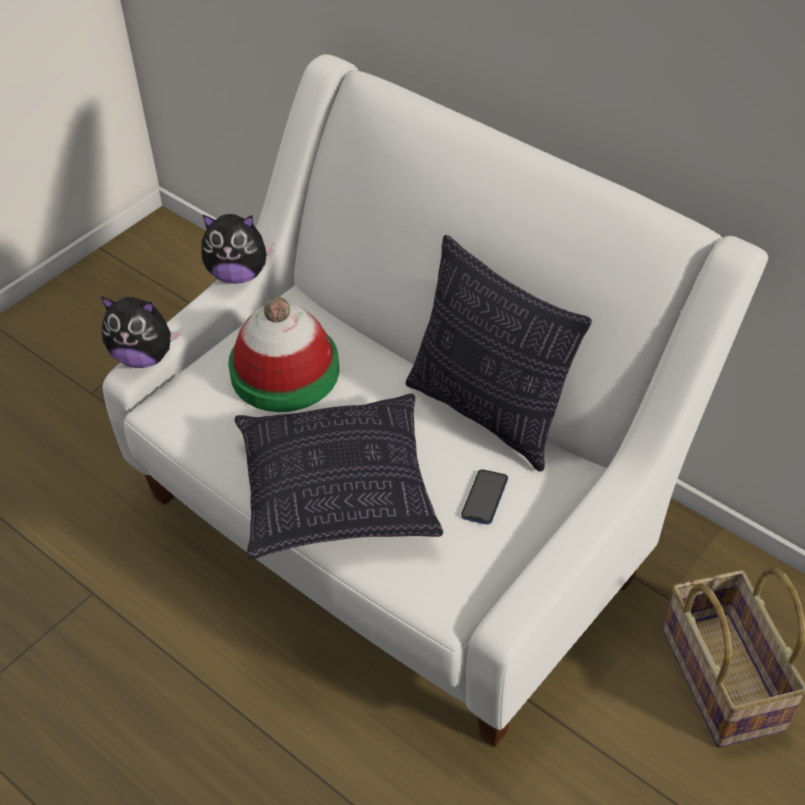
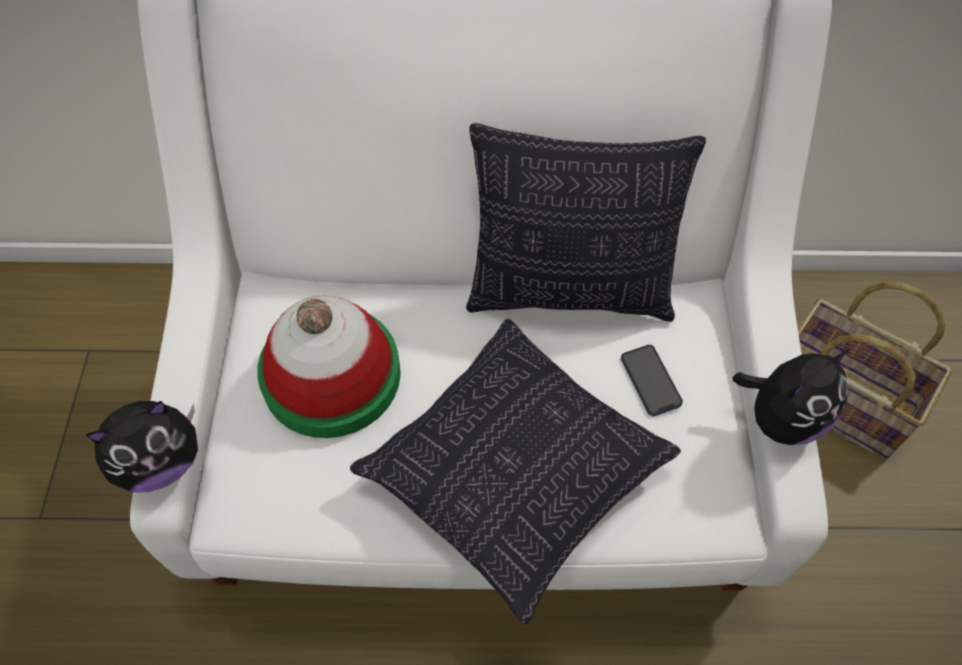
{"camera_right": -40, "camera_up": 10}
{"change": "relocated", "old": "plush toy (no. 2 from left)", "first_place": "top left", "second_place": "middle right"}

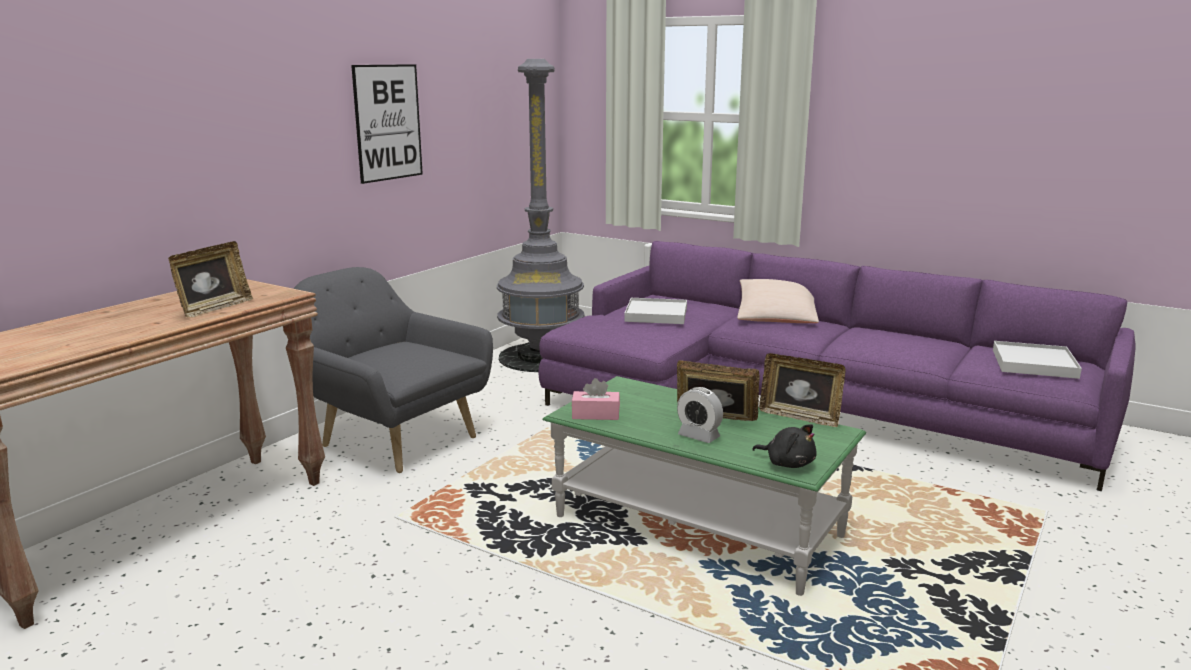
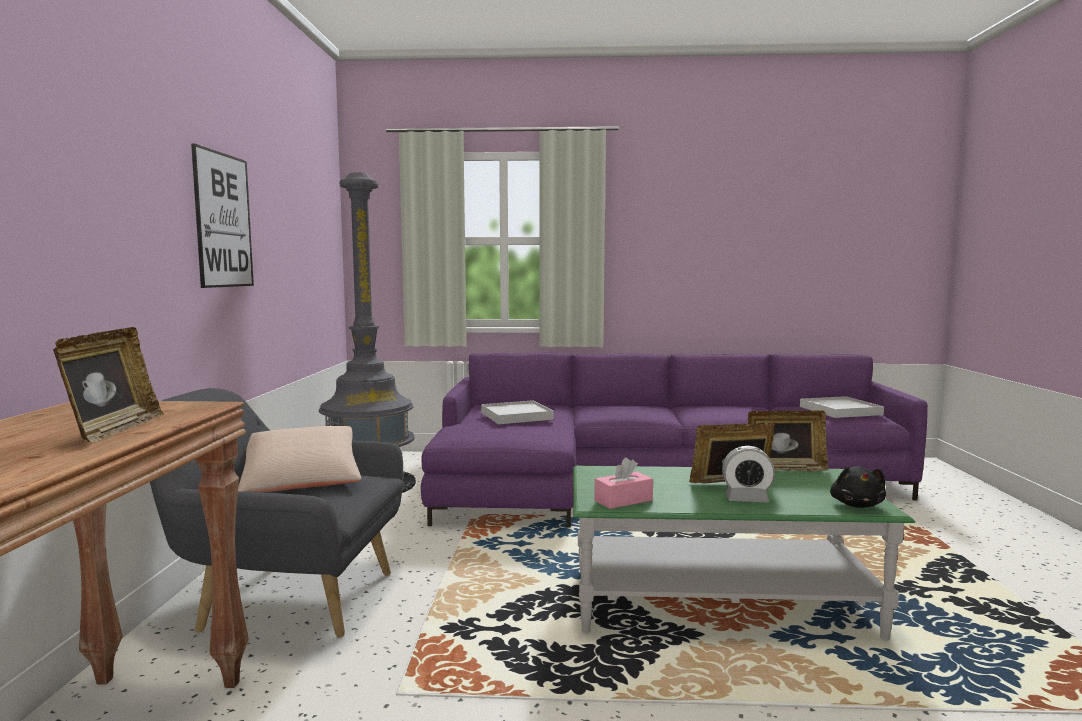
{"camera_right": -30, "camera_up": -10}
{"change": "relocated", "old": "beige pillow", "first_place": "centre", "second_place": "middle left"}
{"change": "spun", "old": "black plush toy", "first_place": "centre", "second_place": "bottom right", "degrees": 90}

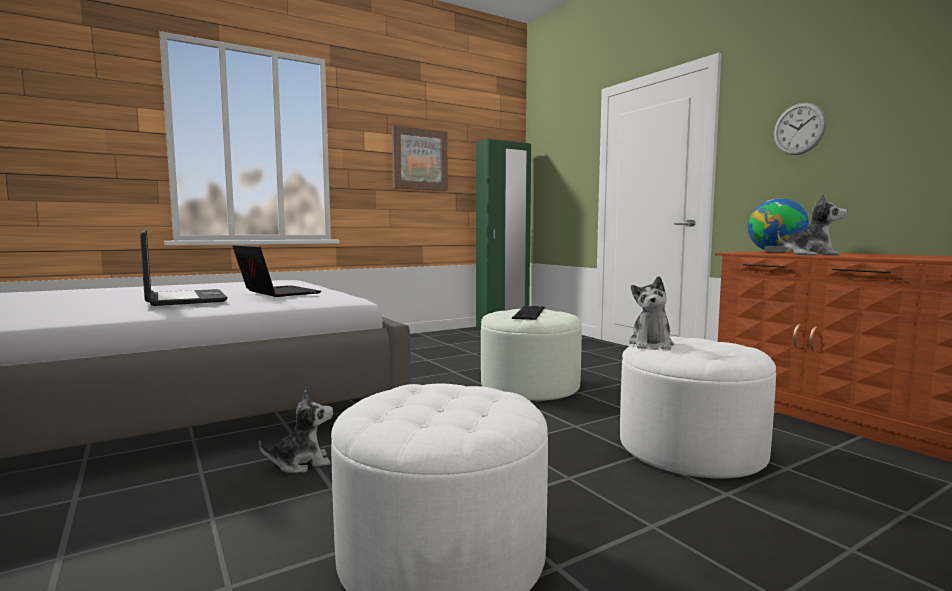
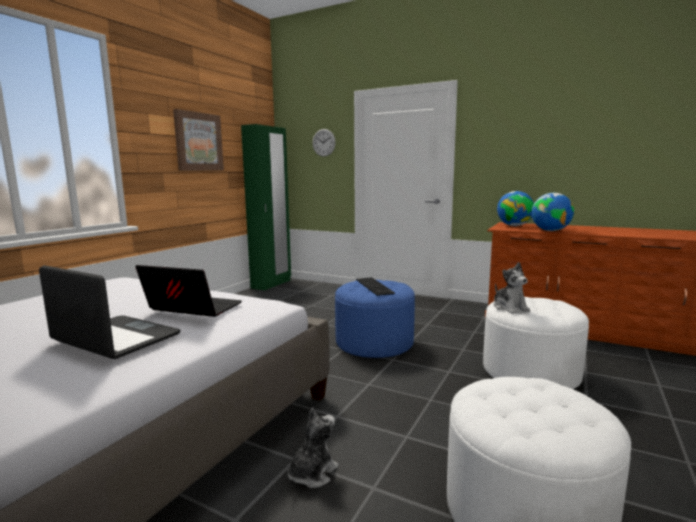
{"camera_right": -30, "camera_up": 5}
{"change": "relocated", "old": "wall clock", "first_place": "top right", "second_place": "top centre"}
{"change": "colour", "old": "white ottoman (no. 2 from left)", "new": "blue ottoman", "first_place": "centre", "second_place": "centre"}
{"change": "exchanged", "old": "plush toy (no. 3 from left)", "new": "globe (no. 2 from left)", "first_place": "middle right", "second_place": "middle right"}

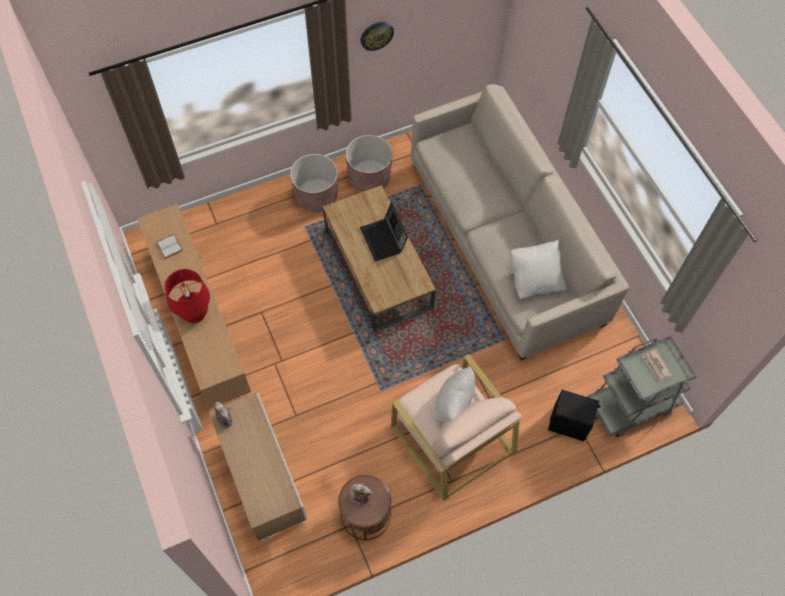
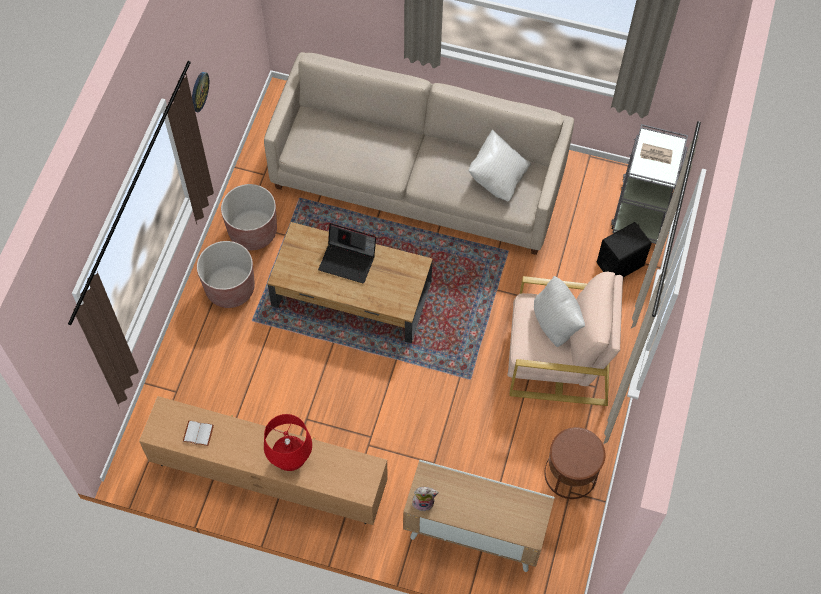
{"camera_right": -50, "camera_up": 0}
{"change": "missing", "old": "plush toy (no. 2 from left)", "first_place": "bottom centre"}

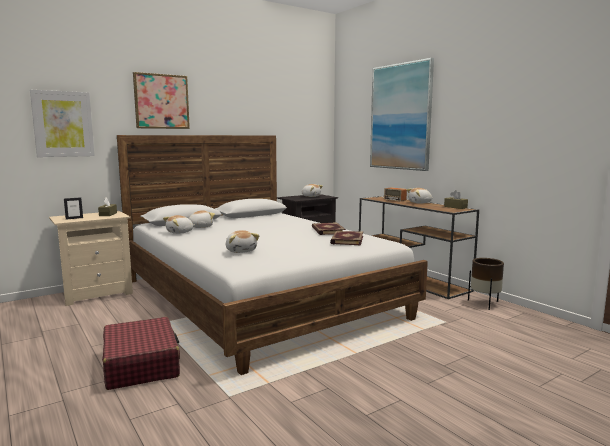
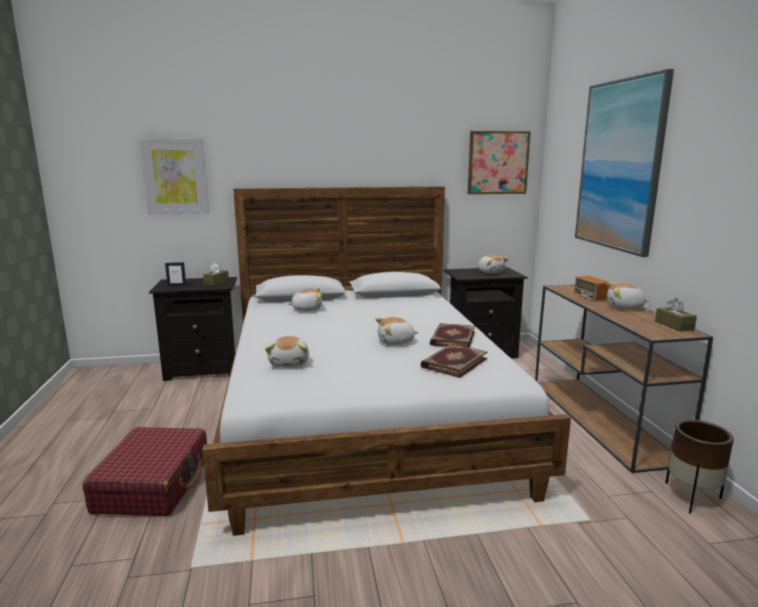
{"camera_right": 25, "camera_up": 5}
{"change": "colour", "old": "beige nightstand", "new": "black nightstand (no. 1 from left)", "first_place": "middle left", "second_place": "middle left"}
{"change": "relocated", "old": "plush toy (no. 1 from left in the first image)", "new": "plush toy (no. 3 from left)", "first_place": "middle left", "second_place": "centre"}
{"change": "relocated", "old": "picture (no. 2 from left)", "first_place": "top left", "second_place": "top centre"}

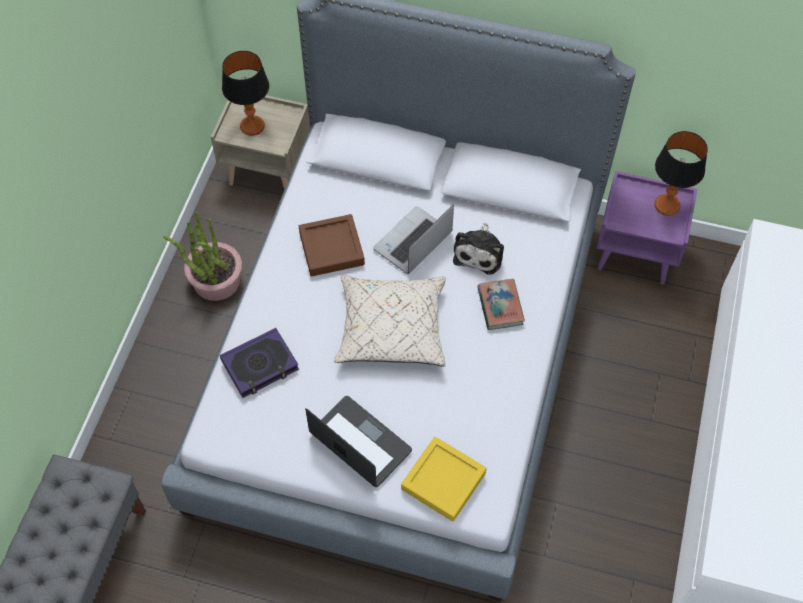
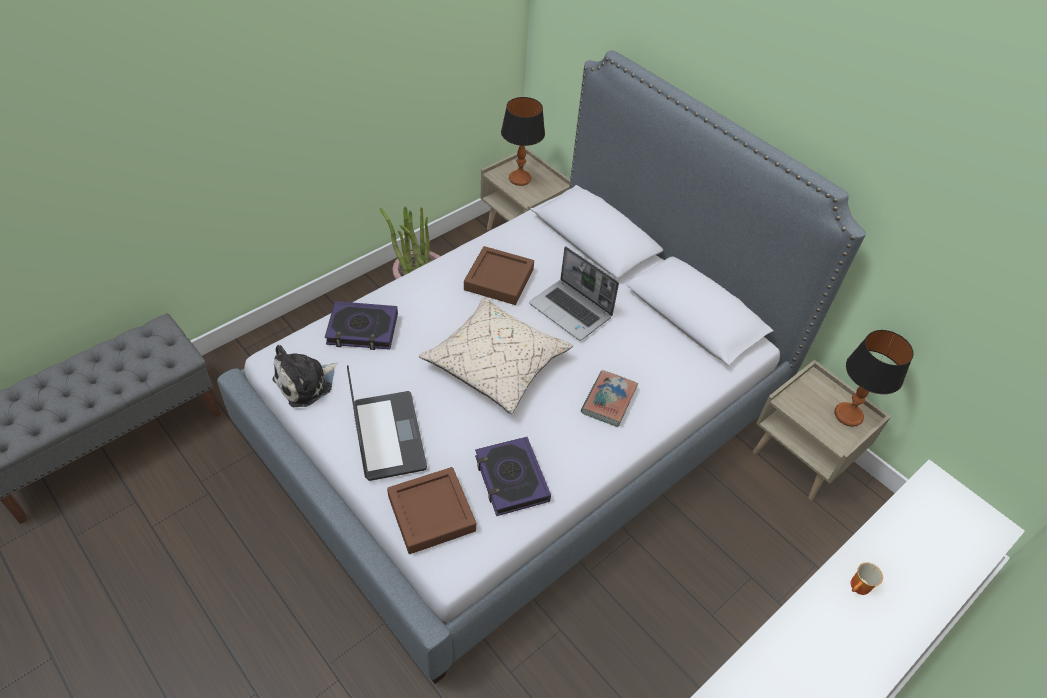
{"camera_right": 30, "camera_up": -10}
{"change": "relocated", "old": "plush toy", "first_place": "centre", "second_place": "middle left"}
{"change": "colour", "old": "yellow tray", "new": "brown tray (no. 1 from left)", "first_place": "bottom centre", "second_place": "bottom centre"}
{"change": "appeared", "new": "book (no. 2 from left)", "second_place": "bottom centre"}
{"change": "spun", "old": "laptop (no. 2 from left)", "first_place": "centre", "second_place": "centre", "degrees": -120}
{"change": "colour", "old": "purple nightstand", "new": "beige nightstand (no. 2 from left)", "first_place": "middle right", "second_place": "middle right"}
{"change": "appeared", "new": "mug", "second_place": "bottom right"}

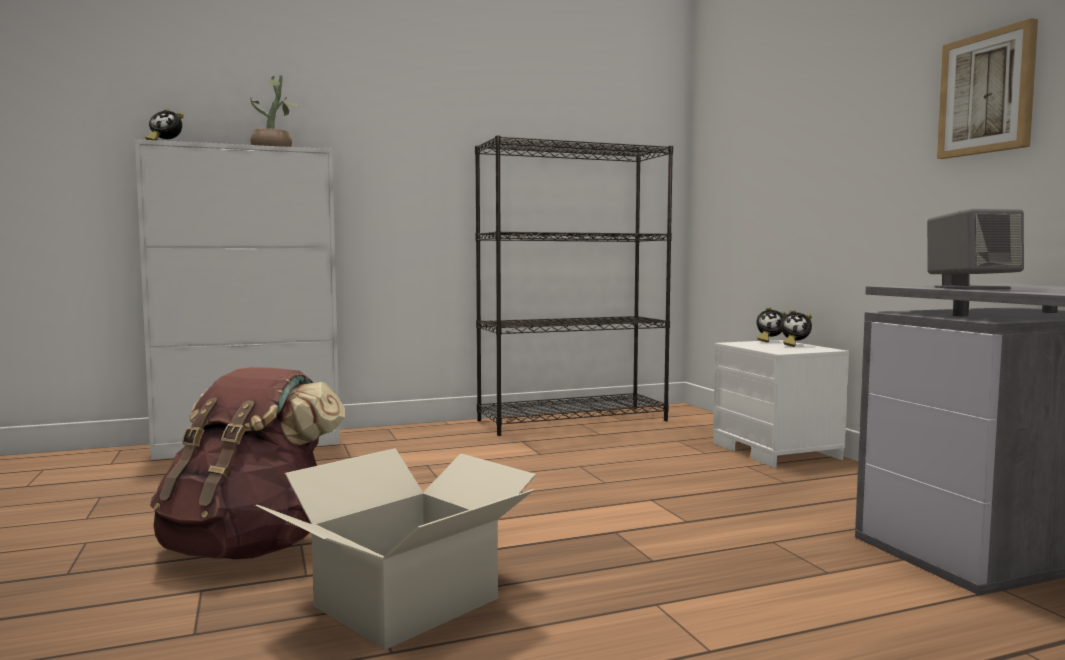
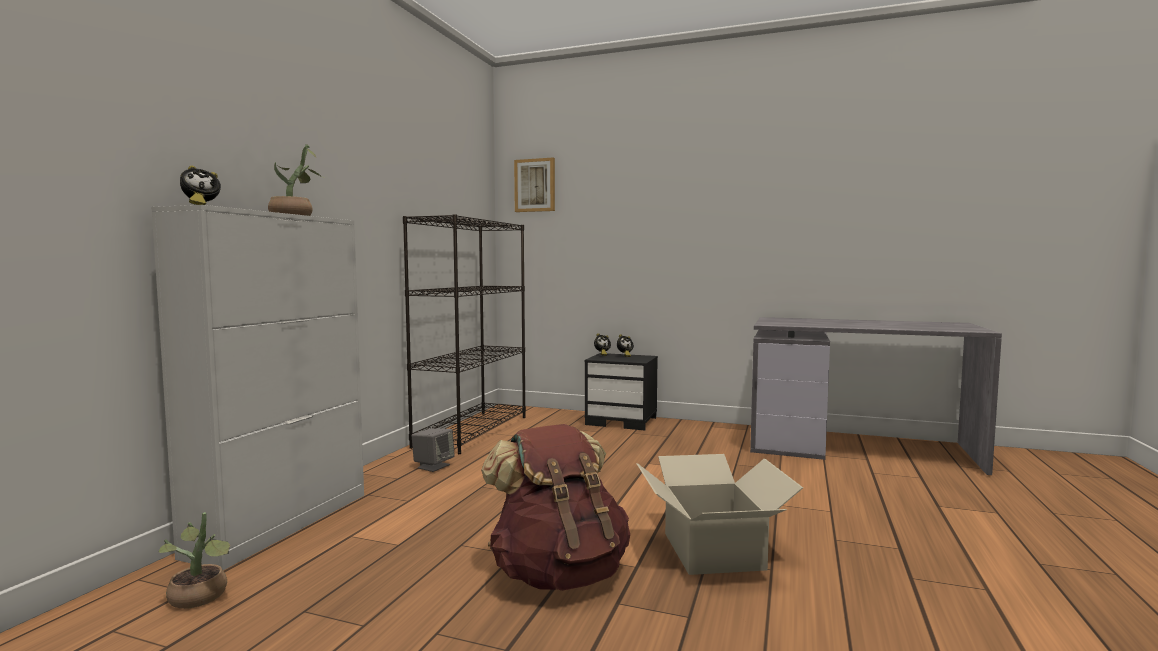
{"camera_right": -50, "camera_up": 0}
{"change": "appeared", "new": "potted plant (no. 1 from left)", "second_place": "bottom left"}
{"change": "relocated", "old": "grey speaker", "first_place": "middle right", "second_place": "bottom centre"}
{"change": "relocated", "old": "picture", "first_place": "top right", "second_place": "top centre"}
{"change": "colour", "old": "white nightstand", "new": "black nightstand", "first_place": "middle right", "second_place": "centre"}

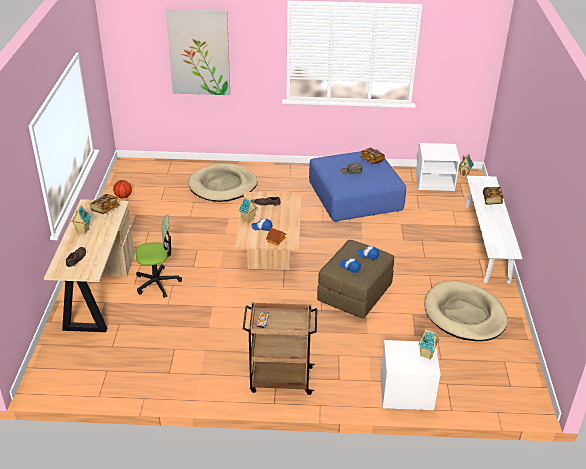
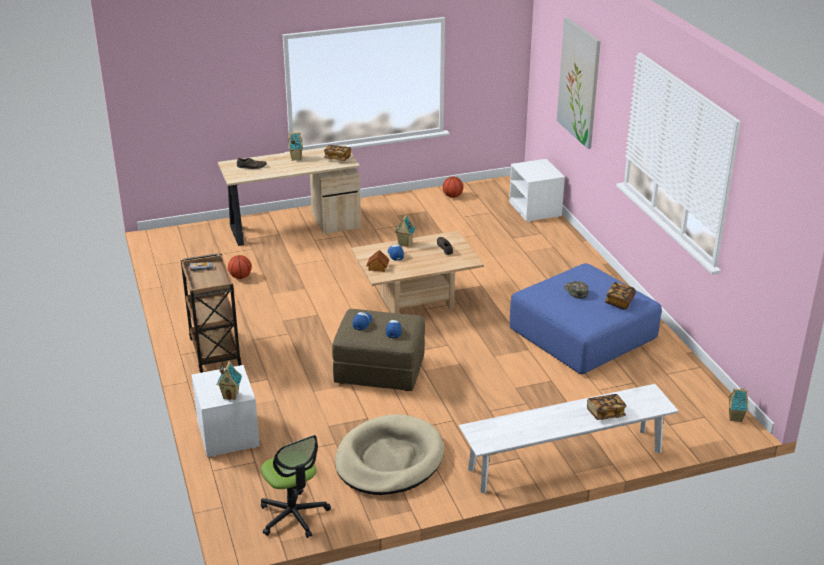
{"camera_right": 70, "camera_up": -5}
{"change": "appeared", "new": "basketball (no. 1 from left)", "second_place": "middle left"}
{"change": "relocated", "old": "office chair", "first_place": "middle left", "second_place": "bottom centre"}
{"change": "relocated", "old": "white nightstand (no. 2 from left)", "first_place": "middle right", "second_place": "centre"}
{"change": "missing", "old": "beige dog bed (no. 1 from left)", "first_place": "centre"}

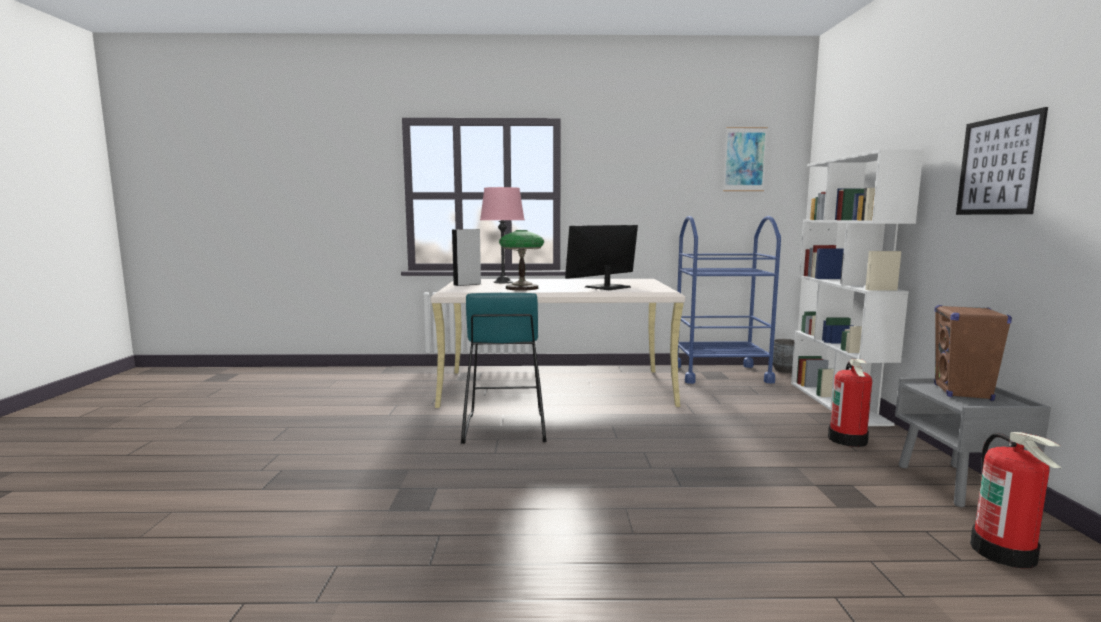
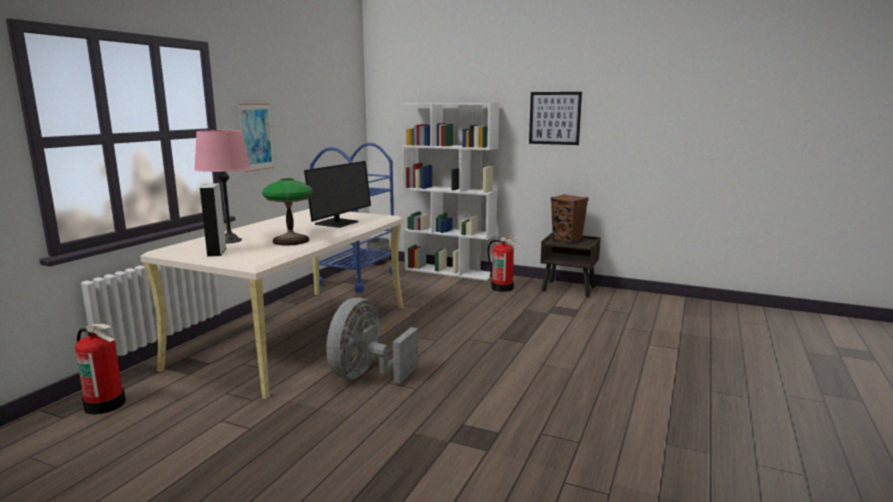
{"camera_right": -65, "camera_up": 5}
{"change": "relocated", "old": "fire extinguisher (no. 2 from left in the first image)", "new": "fire extinguisher (no. 1 from left)", "first_place": "bottom right", "second_place": "bottom left"}
{"change": "relocated", "old": "picture (no. 1 from left)", "first_place": "top right", "second_place": "top left"}
{"change": "spun", "old": "monitor", "first_place": "centre", "second_place": "centre", "degrees": -135}
{"change": "exchanged", "old": "turquoise stool", "new": "grey fan", "first_place": "centre", "second_place": "bottom centre"}
{"change": "colour", "old": "grey nightstand", "new": "brown nightstand", "first_place": "bottom right", "second_place": "centre"}

